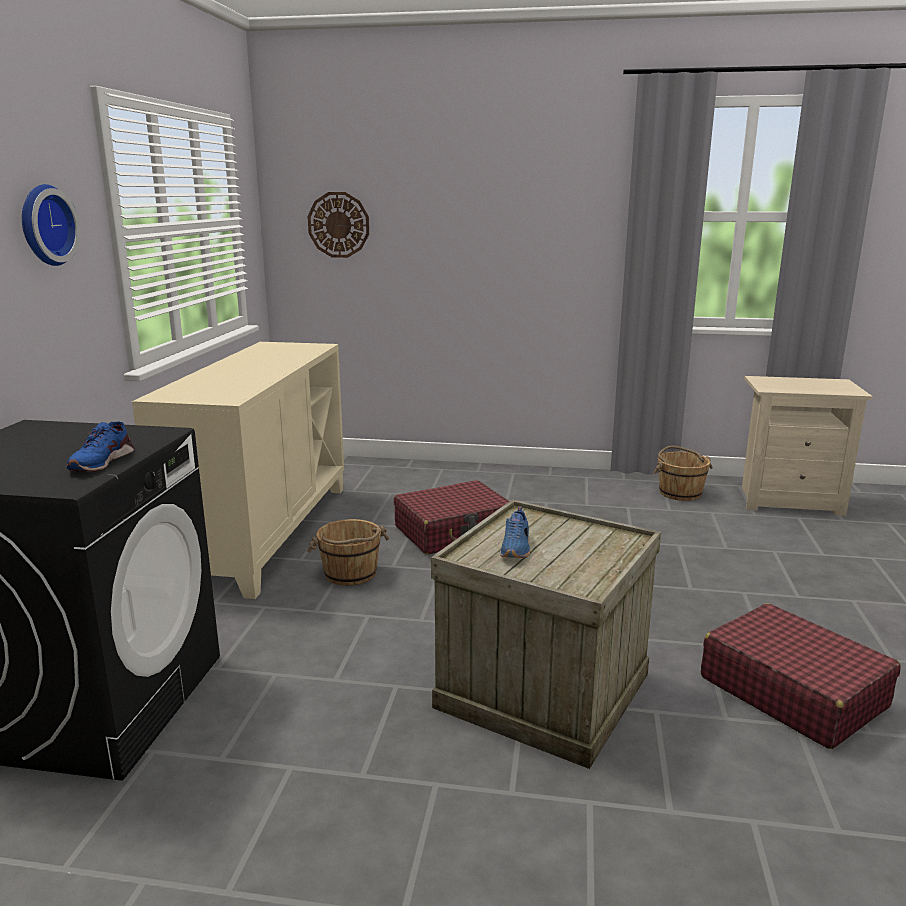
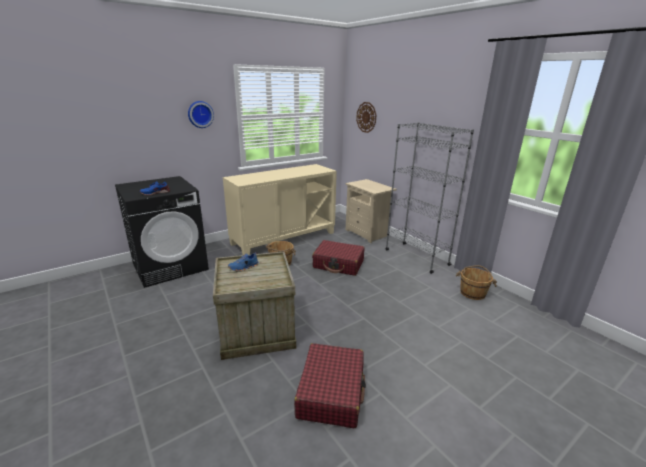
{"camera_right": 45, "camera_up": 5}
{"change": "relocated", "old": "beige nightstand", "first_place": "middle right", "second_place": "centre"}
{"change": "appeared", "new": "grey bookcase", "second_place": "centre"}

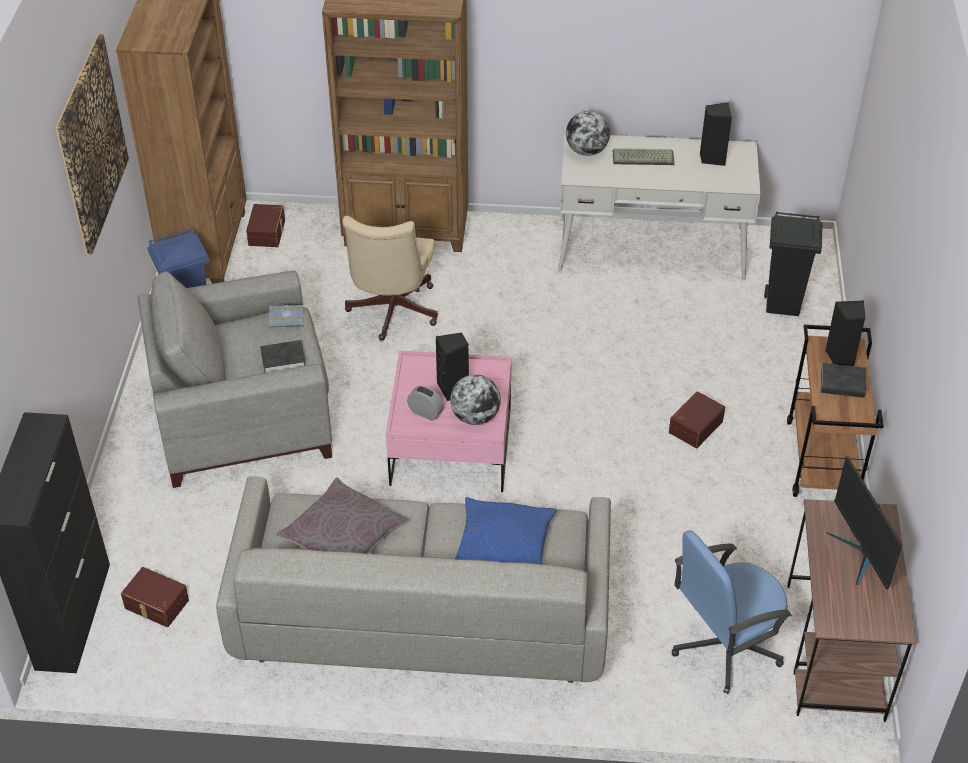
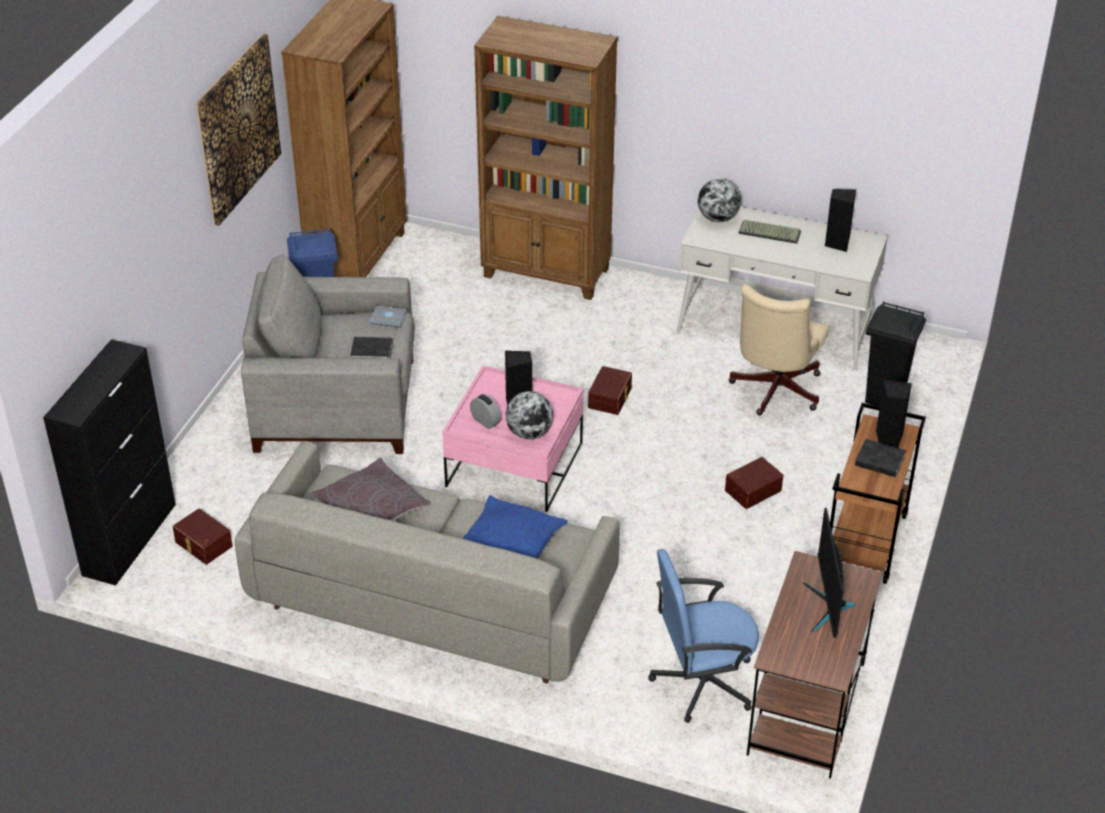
{"camera_right": 15, "camera_up": -5}
{"change": "relocated", "old": "brown storage box (no. 2 from left)", "first_place": "top left", "second_place": "centre"}
{"change": "relocated", "old": "beige office chair", "first_place": "centre", "second_place": "middle right"}

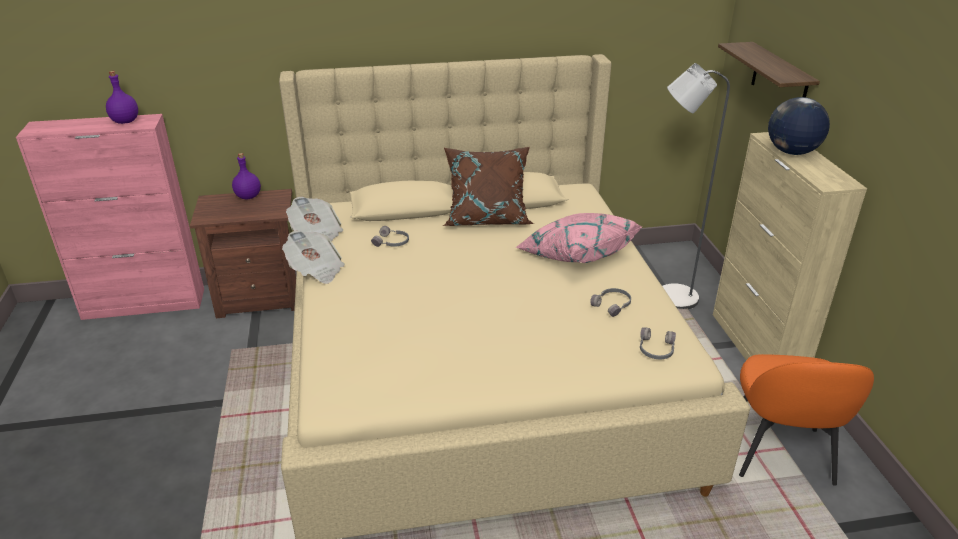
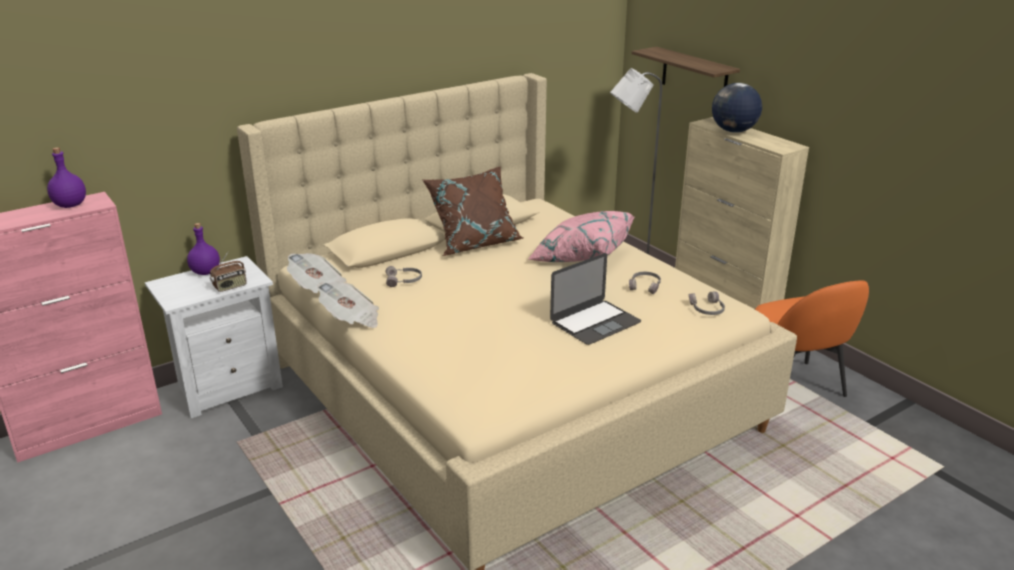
{"camera_right": -25, "camera_up": -5}
{"change": "colour", "old": "brown nightstand", "new": "white nightstand", "first_place": "middle left", "second_place": "middle left"}
{"change": "appeared", "new": "radio", "second_place": "middle left"}
{"change": "appeared", "new": "laptop", "second_place": "centre"}

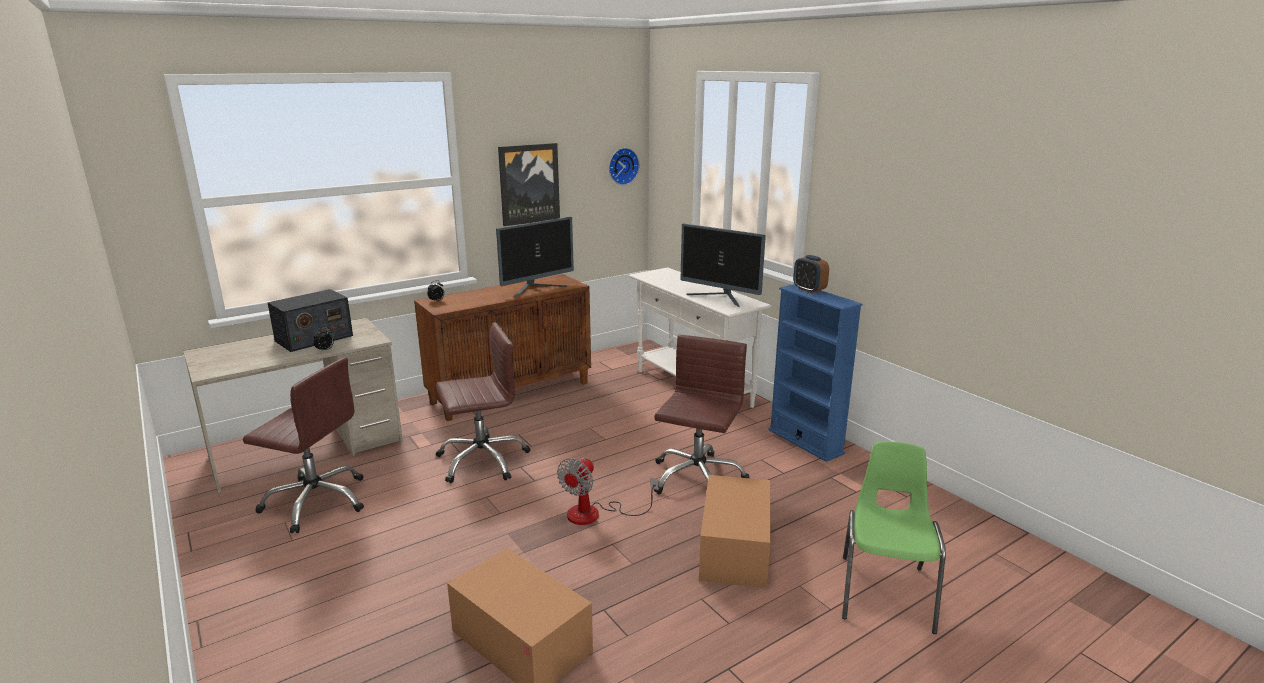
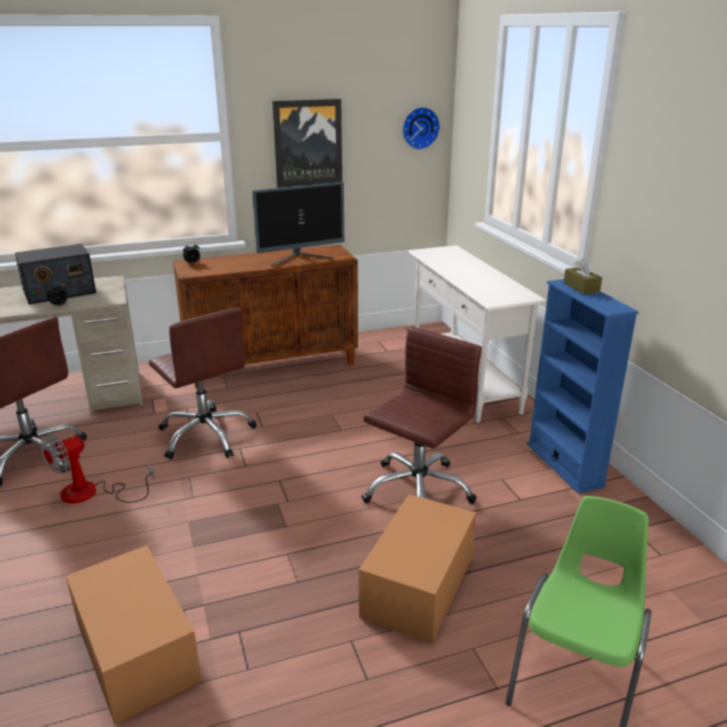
{"camera_right": 15, "camera_up": 5}
{"change": "relocated", "old": "fan", "first_place": "bottom centre", "second_place": "middle left"}
{"change": "spun", "old": "brown office chair (no. 2 from left)", "first_place": "centre", "second_place": "middle left", "degrees": 60}
{"change": "exchanged", "old": "alarm clock (no. 3 from left)", "new": "brown tissue box", "first_place": "centre", "second_place": "middle right"}
{"change": "missing", "old": "monitor (no. 2 from left)", "first_place": "centre"}

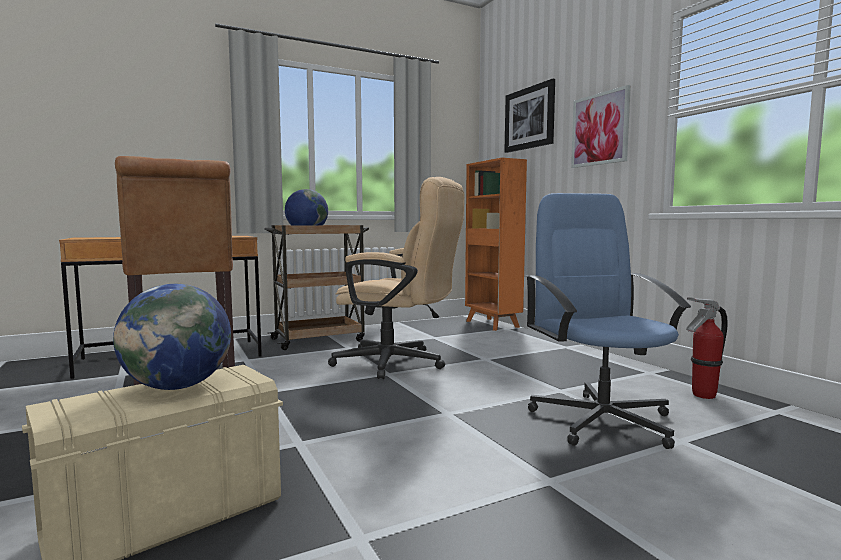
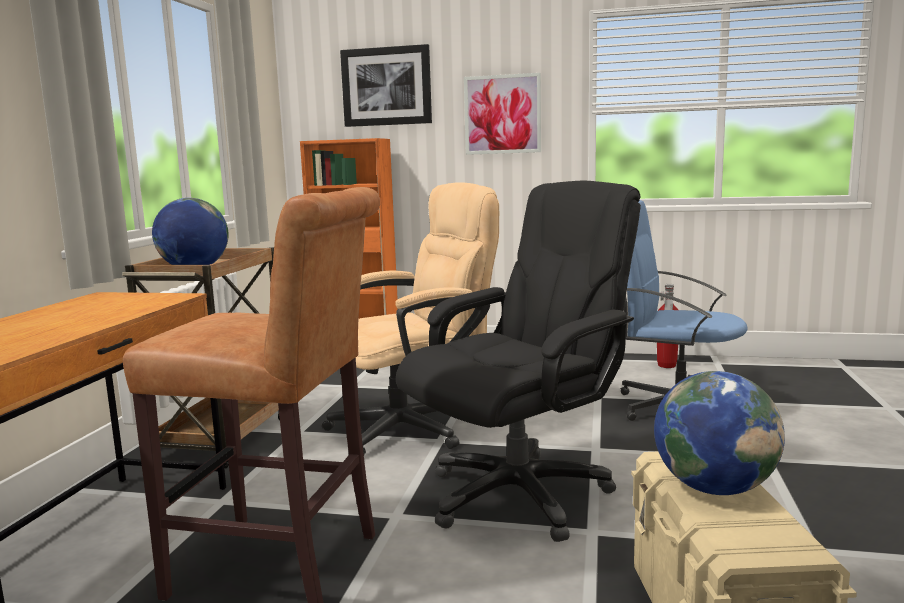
{"camera_right": -50, "camera_up": 5}
{"change": "appeared", "new": "black office chair", "second_place": "centre"}

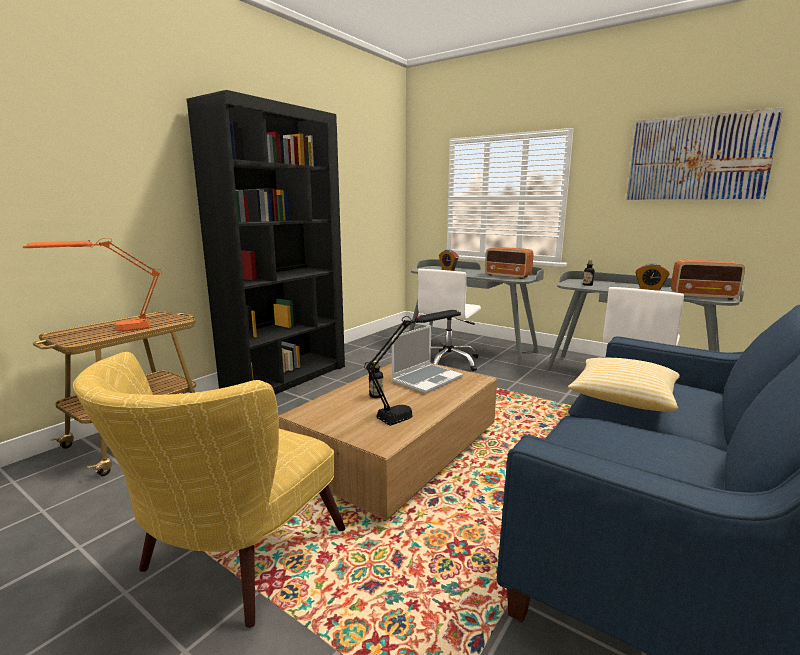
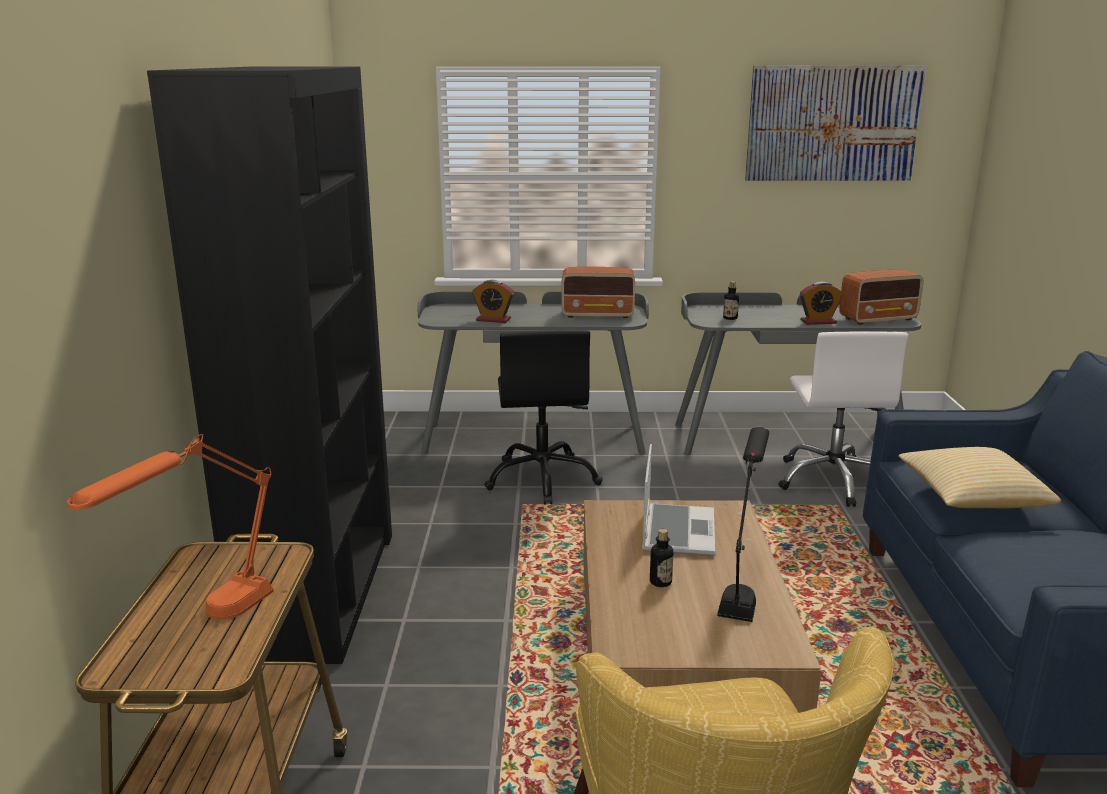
{"camera_right": -35, "camera_up": 5}
{"change": "colour", "old": "white office chair (no. 1 from left)", "new": "black office chair", "first_place": "centre", "second_place": "centre"}

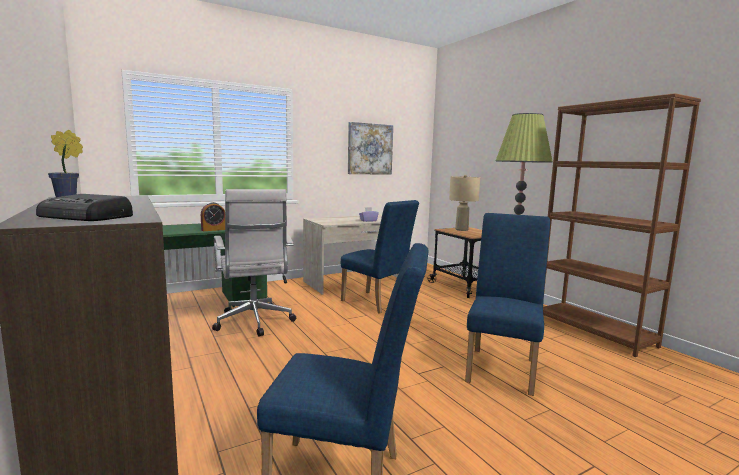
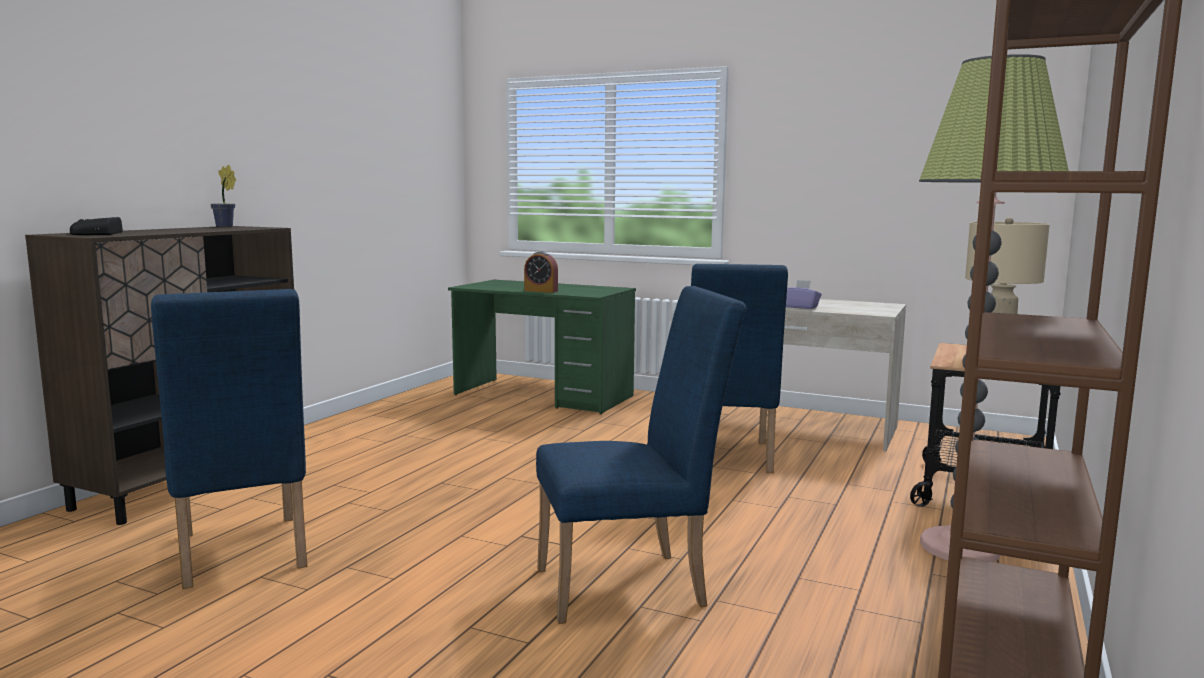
{"camera_right": 55, "camera_up": 0}
{"change": "missing", "old": "white office chair", "first_place": "centre"}
{"change": "missing", "old": "picture", "first_place": "top centre"}

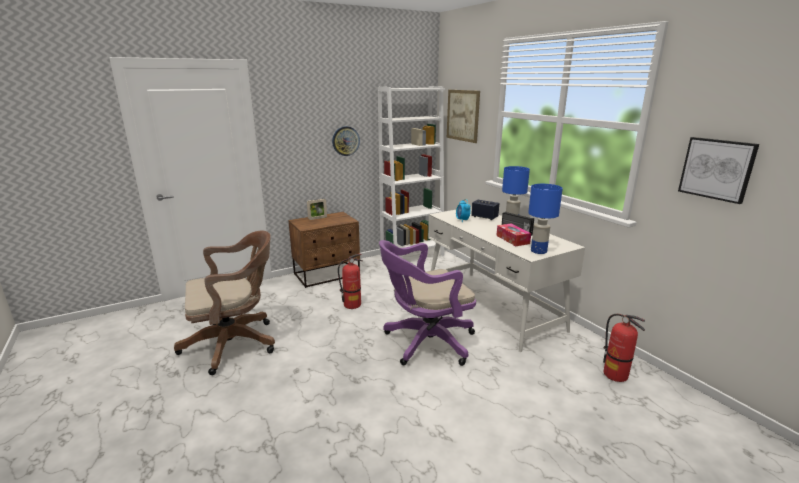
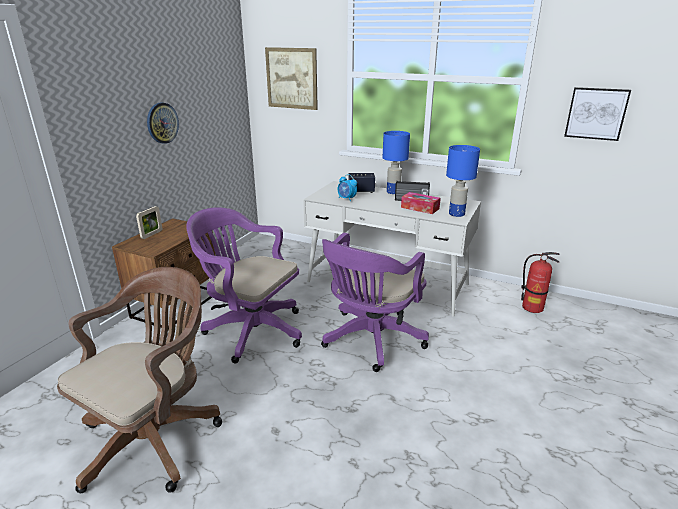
{"camera_right": -35, "camera_up": 5}
{"change": "exchanged", "old": "fire extinguisher (no. 1 from left)", "new": "purple office chair (no. 1 from left)", "first_place": "centre", "second_place": "centre"}
{"change": "missing", "old": "white bookcase", "first_place": "centre"}

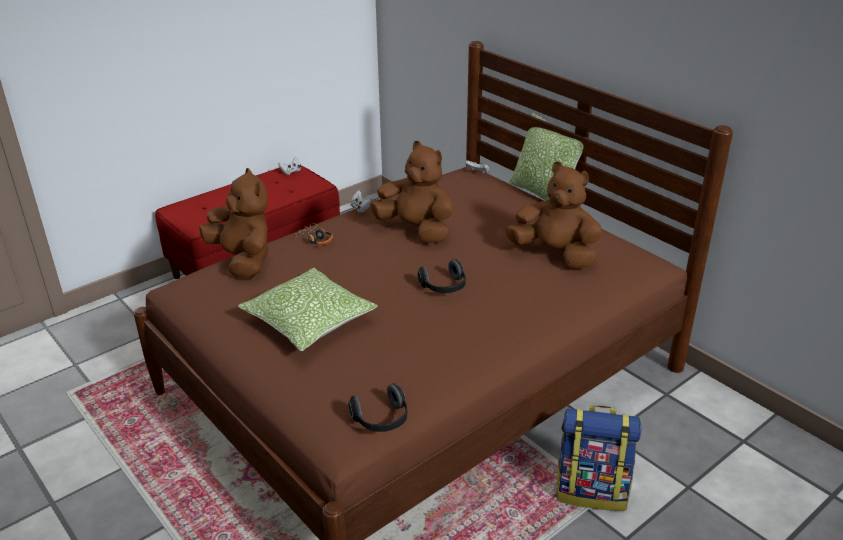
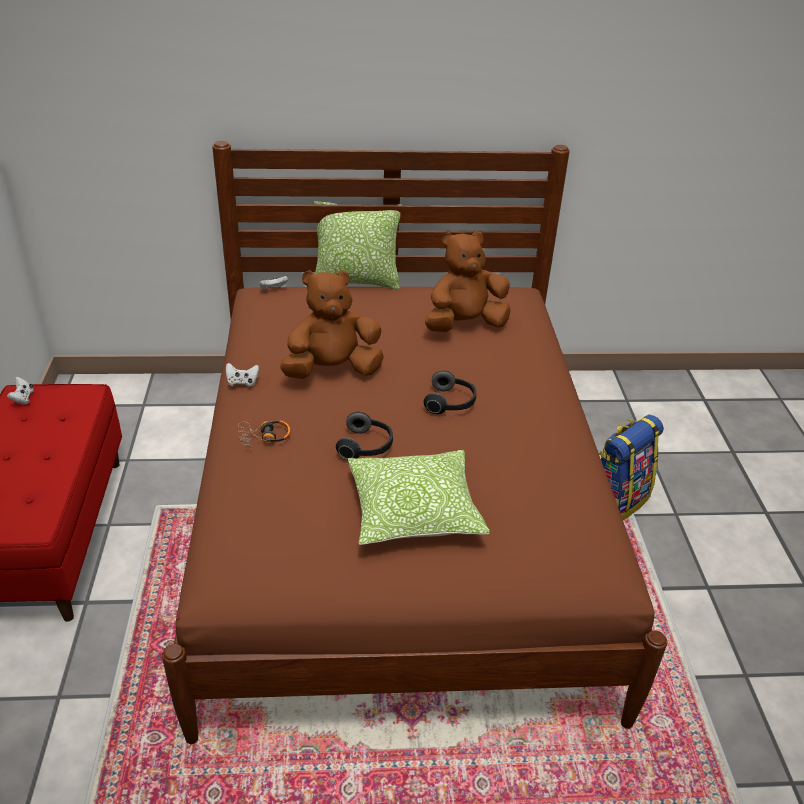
{"camera_right": -55, "camera_up": 5}
{"change": "relocated", "old": "headphones (no. 2 from left)", "first_place": "bottom centre", "second_place": "centre"}
{"change": "missing", "old": "brown plush toy (no. 1 from left)", "first_place": "middle left"}

